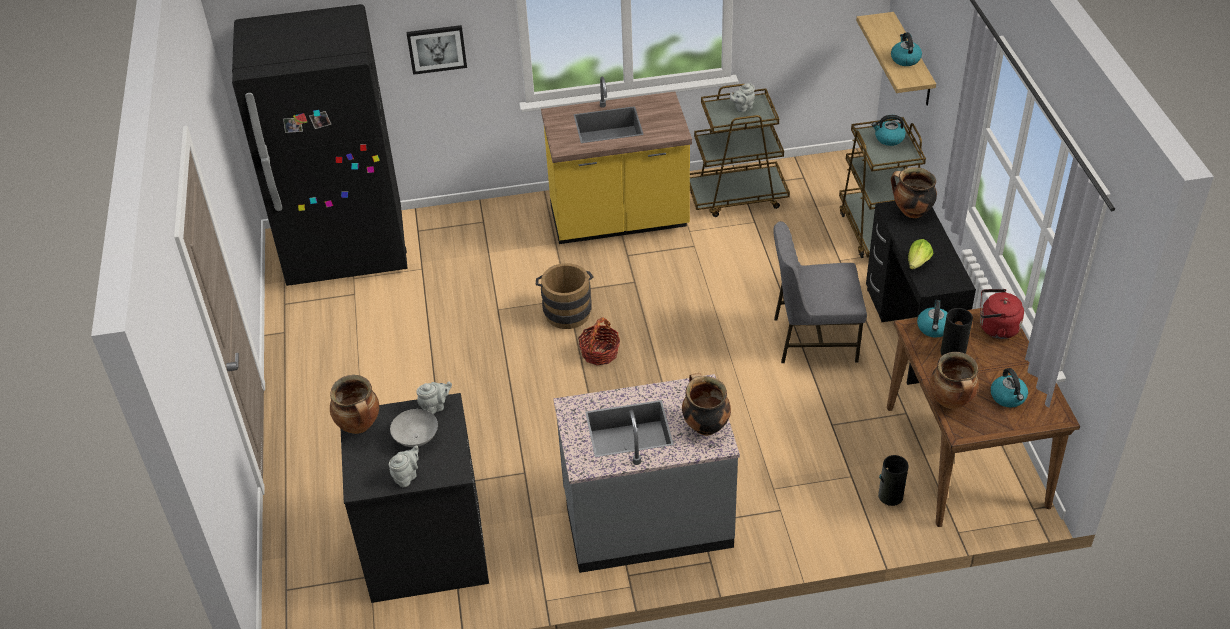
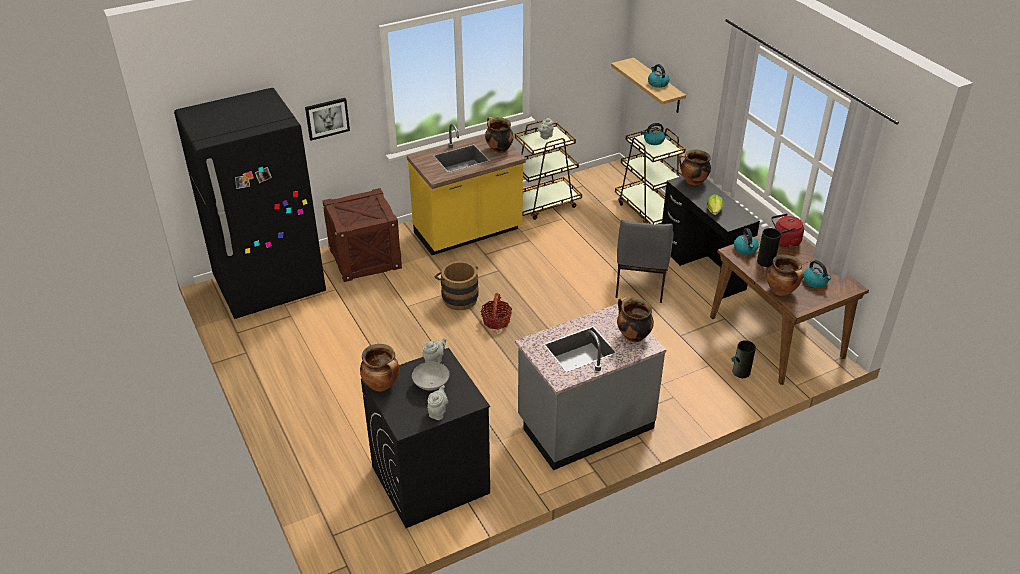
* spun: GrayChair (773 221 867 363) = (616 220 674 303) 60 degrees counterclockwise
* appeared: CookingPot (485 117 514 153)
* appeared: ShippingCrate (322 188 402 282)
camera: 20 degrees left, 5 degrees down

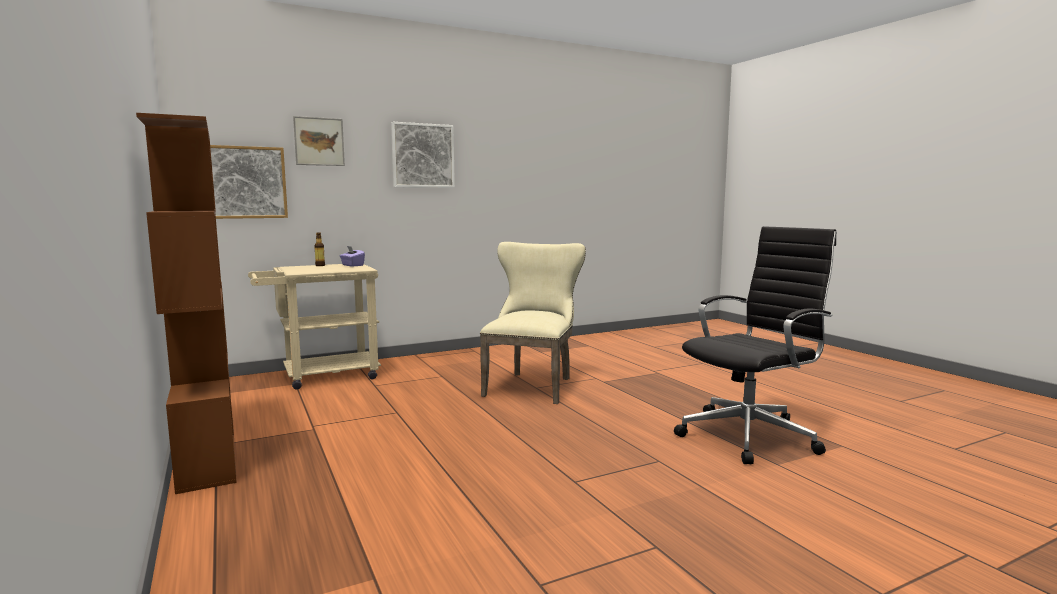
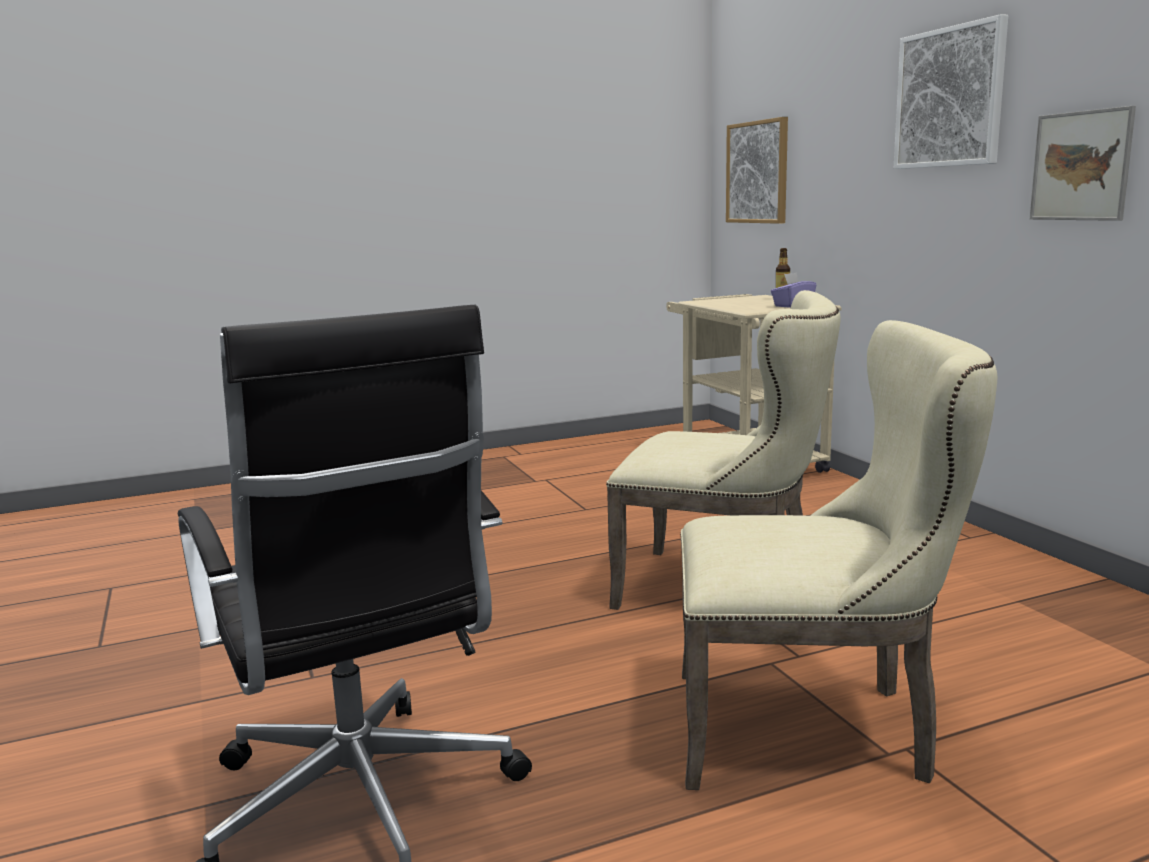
* missing: BrownBookcase (136 113 237 494)
* relocated: WallPicture (293 116 345 166) to (1030 106 1136 221)
* appeared: BeigeColouredChair (680 320 997 790)
camera: 95 degrees right, 5 degrees up

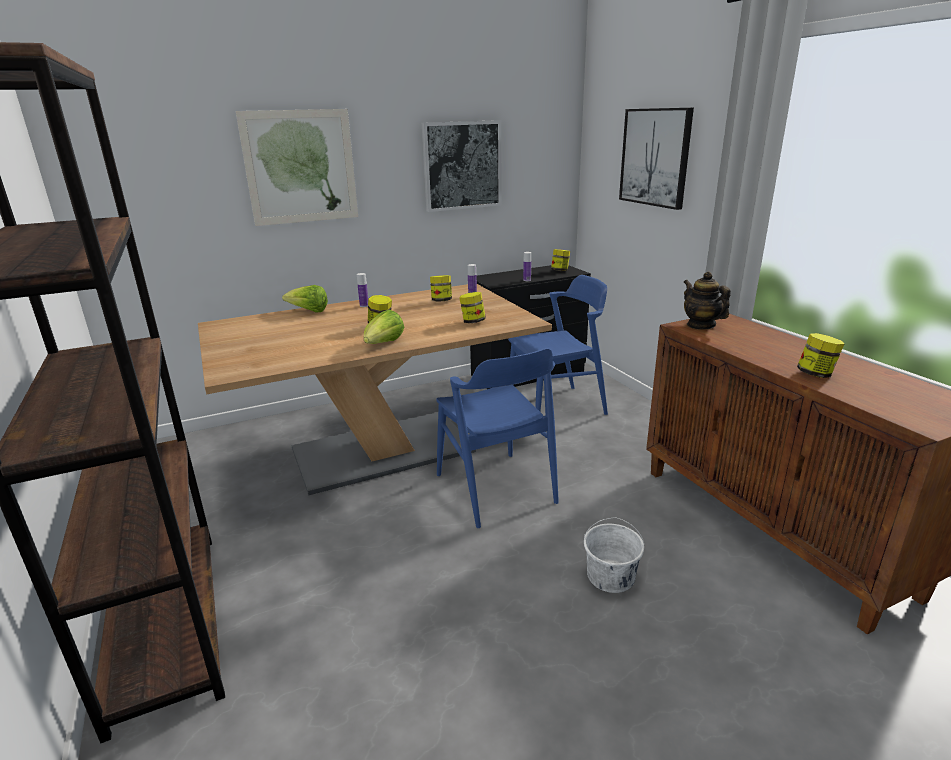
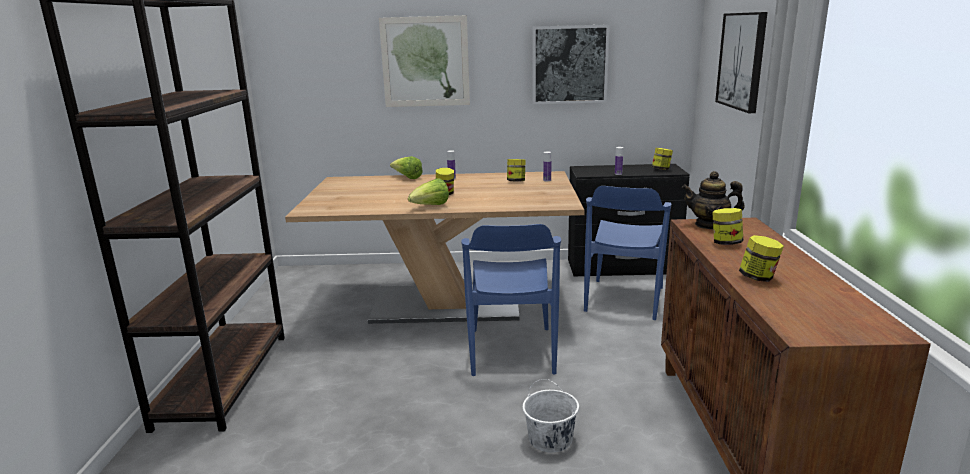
* spun: TeaPot (683 271 731 330) = (682 171 745 229) 75 degrees counterclockwise
* spun: BlueChair (508 275 608 415) = (584 186 671 320) 105 degrees clockwise
* relocated: PreserveJar (459 292 486 323) to (712 208 743 245)
camera: 25 degrees right, 5 degrees down

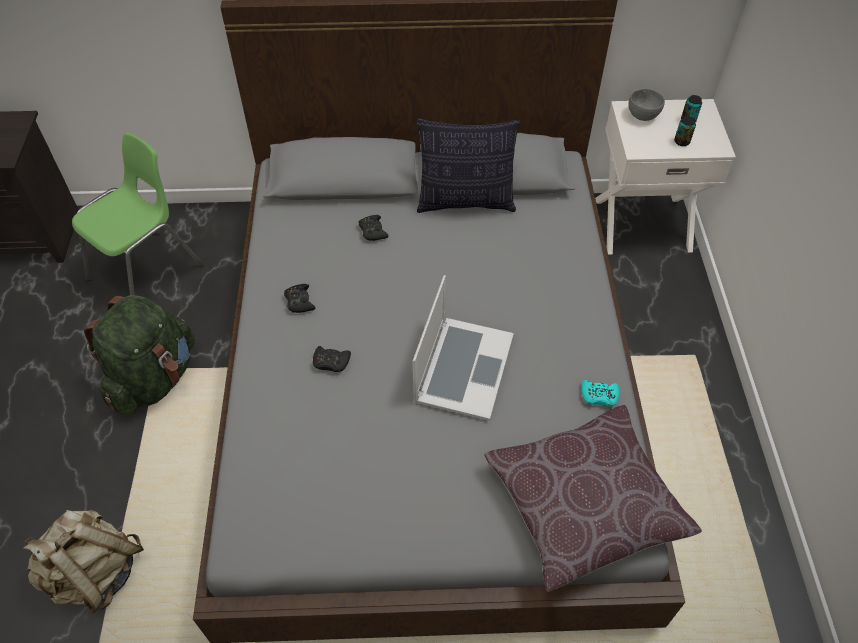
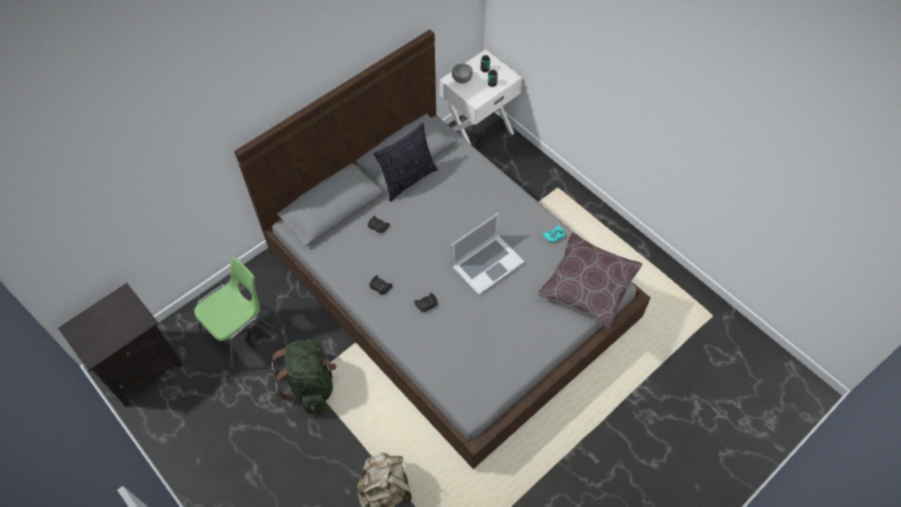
* spun: GreenishChair (72 132 204 295) = (194 257 281 373) 45 degrees clockwise
* spun: NotebookComputer (413 275 514 421) = (452 212 525 295) 75 degrees clockwise
camera: 40 degrees left, 5 degrees up

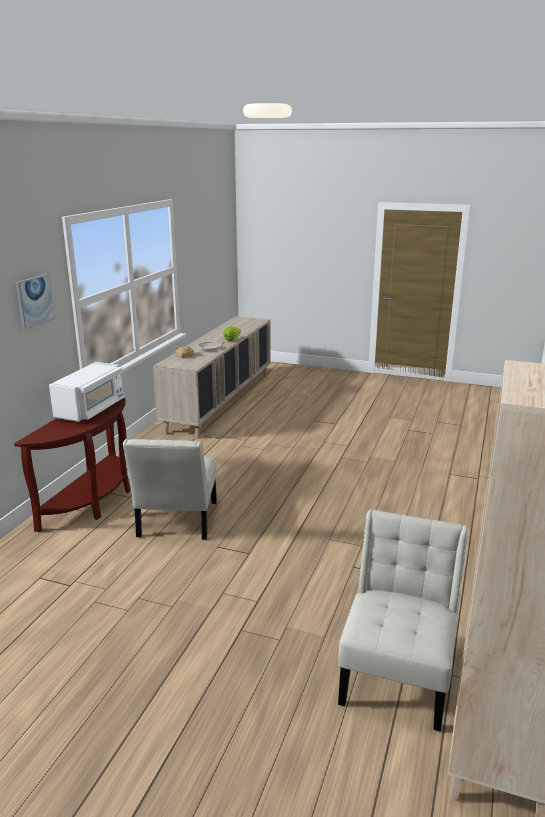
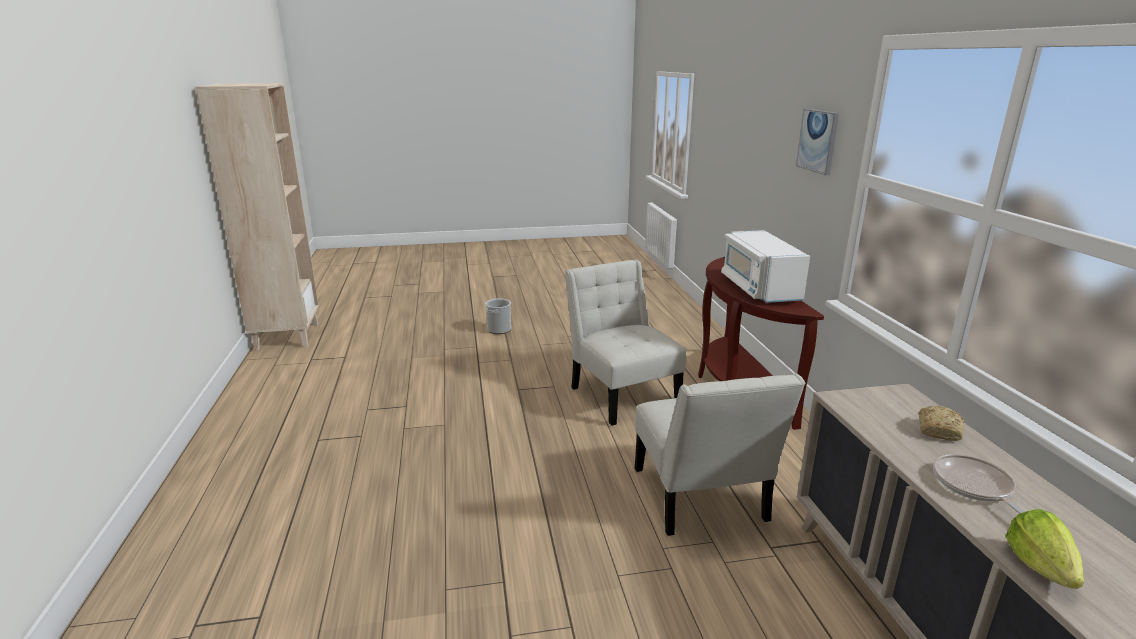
* relocated: WhitishChair (338 509 468 732) to (635 374 806 536)
* appeared: Bucket (485 299 511 334)
camera: 150 degrees right, 0 degrees up

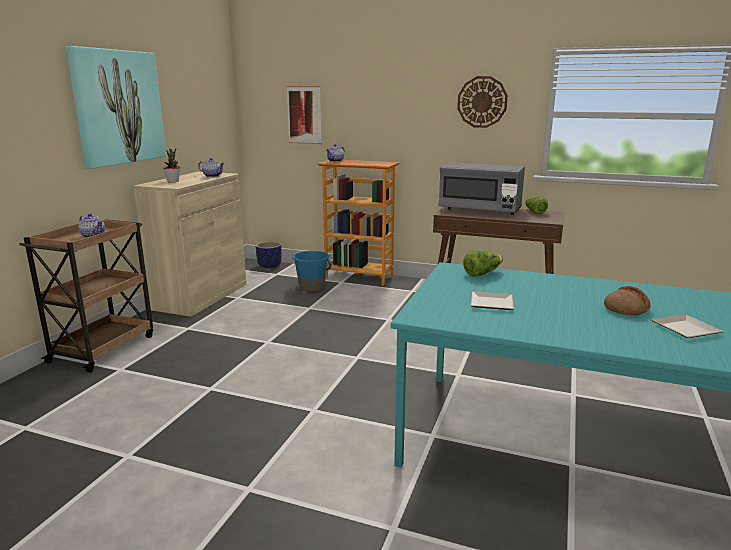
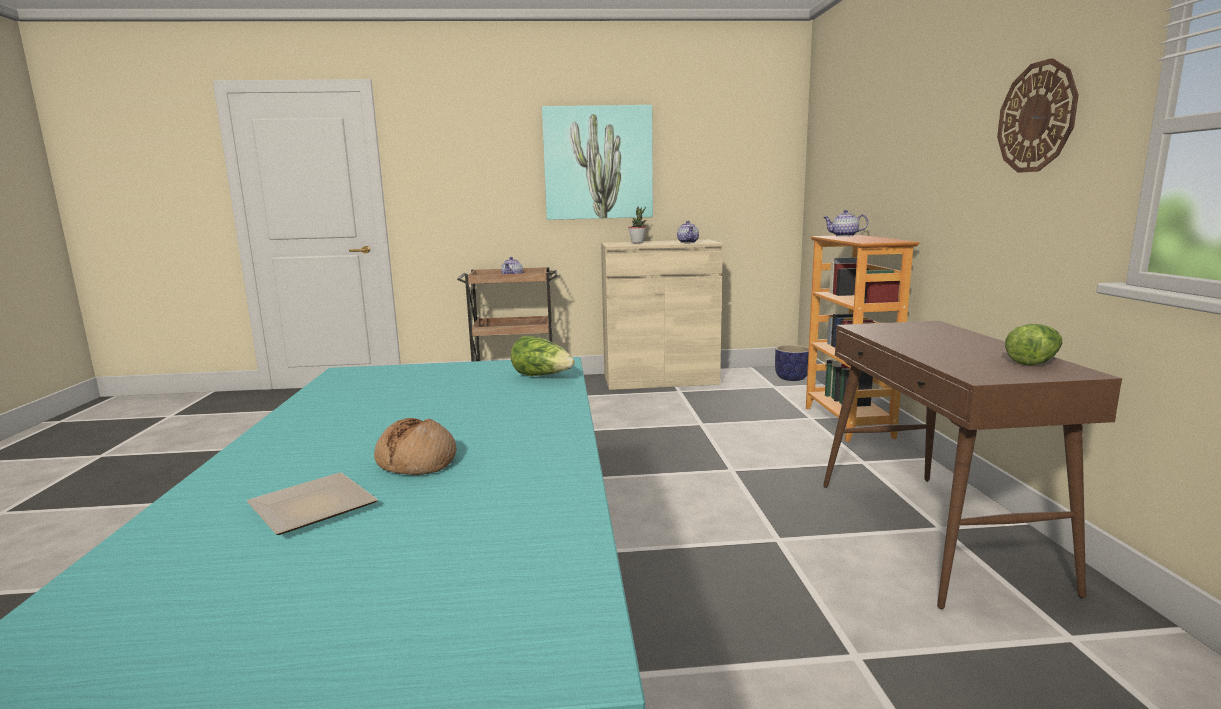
* missing: WallPicture (287 86 322 144)
* missing: GrayMicrowaveOven (438 162 525 215)
* missing: BlueBucket (292 251 332 292)
* missing: DinnerPlate (471 291 514 310)
camera: 65 degrees right, 5 degrees down

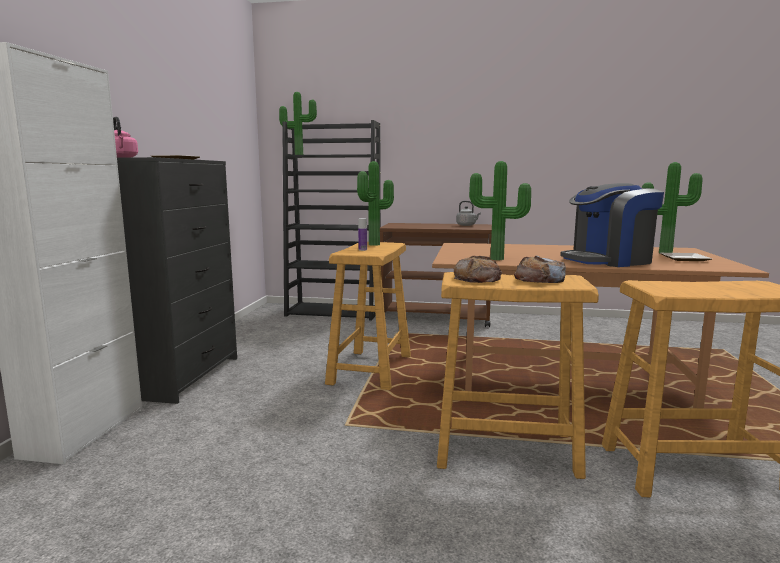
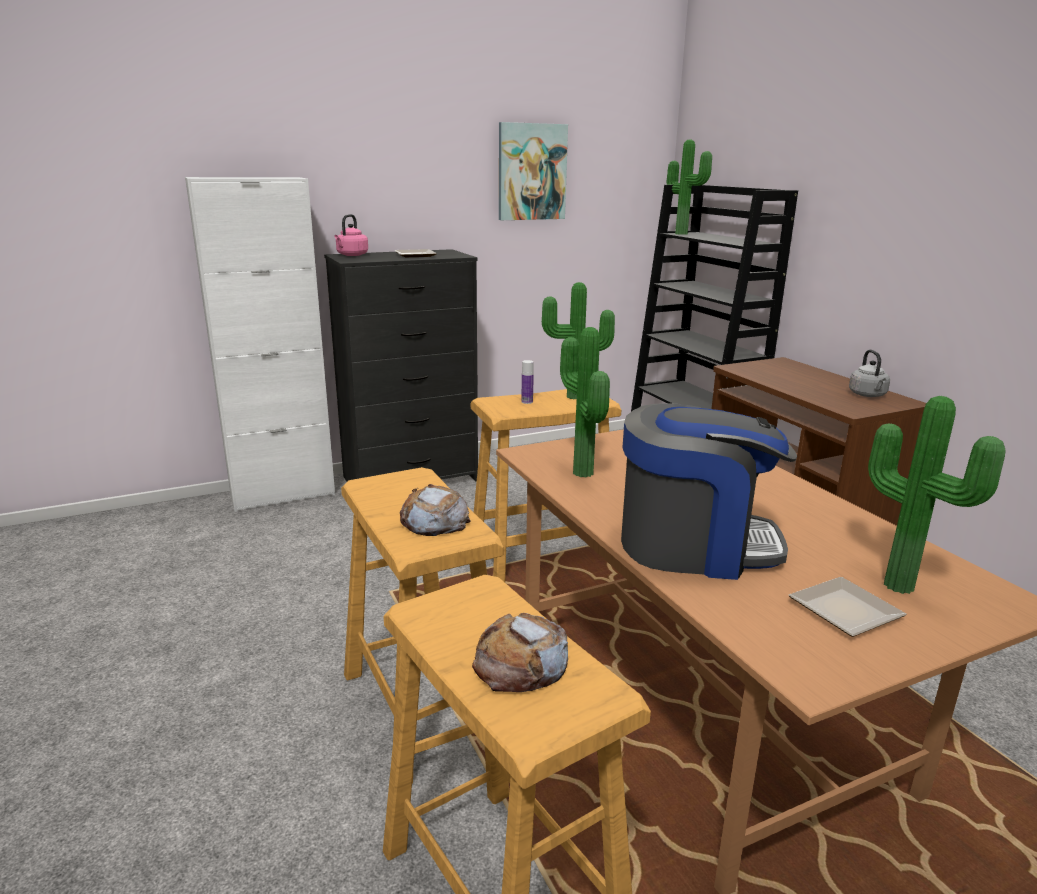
* spun: CoffeeMachine (560 183 664 267) = (621 403 797 580) 150 degrees clockwise
* relocated: Bread (454 256 502 283) to (472 613 568 692)
* appeared: WallPicture (499 122 568 220)
camera: 55 degrees right, 10 degrees up

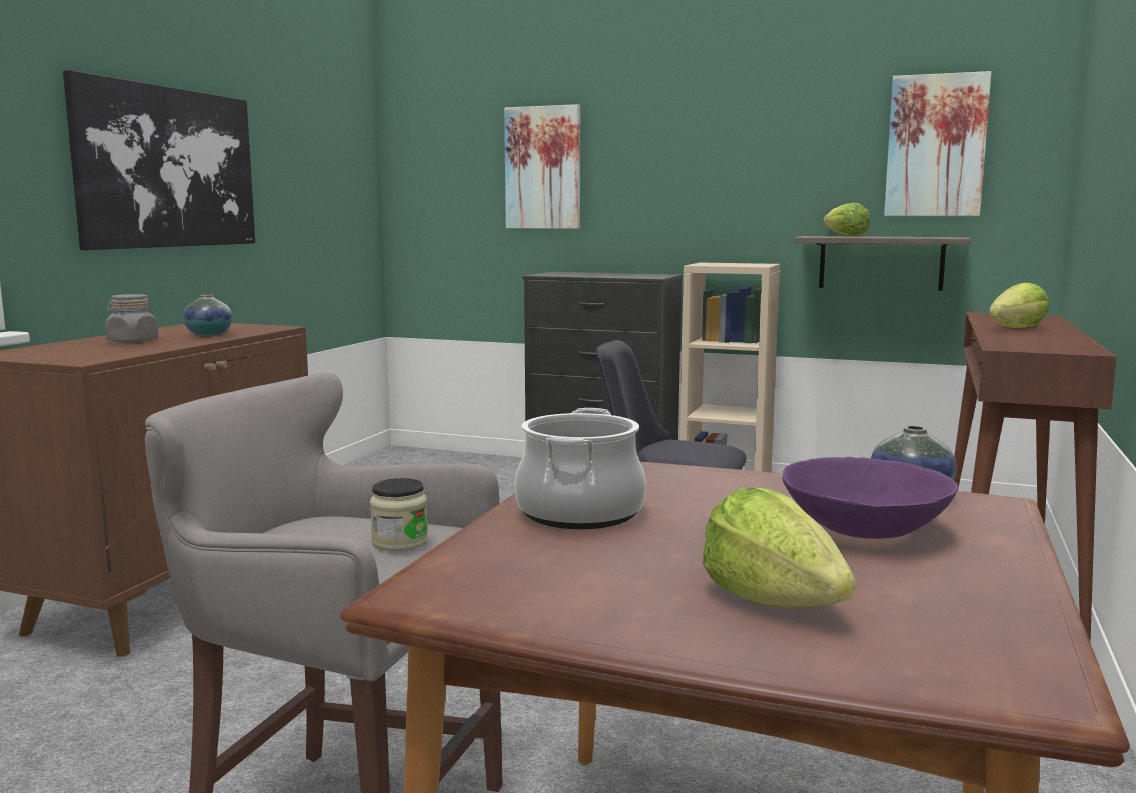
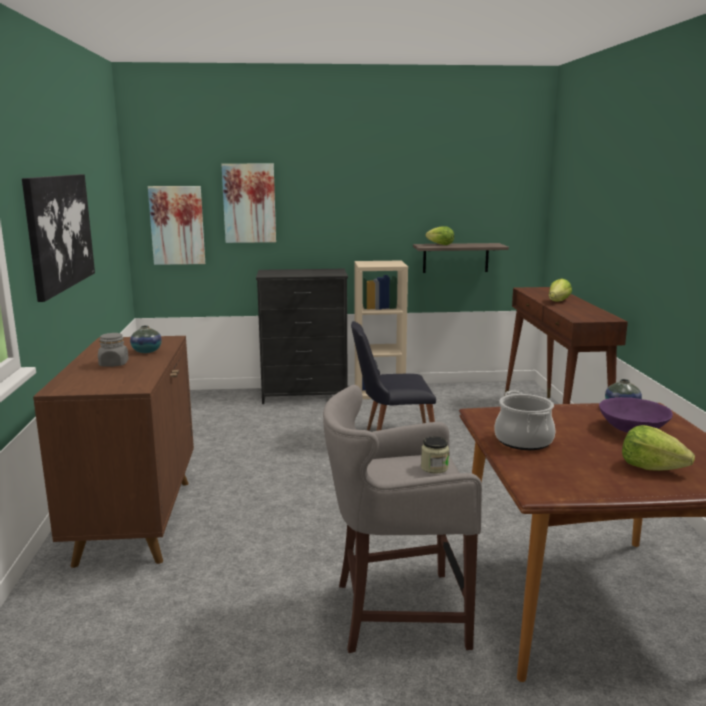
* relocated: WallPicture (884 71 991 216) to (148 186 205 265)
camera: 25 degrees left, 5 degrees up

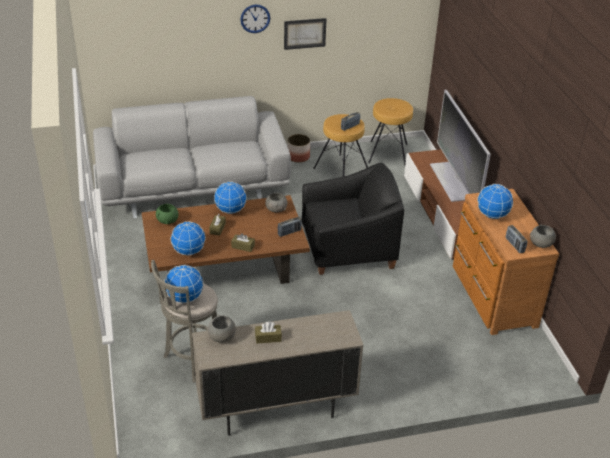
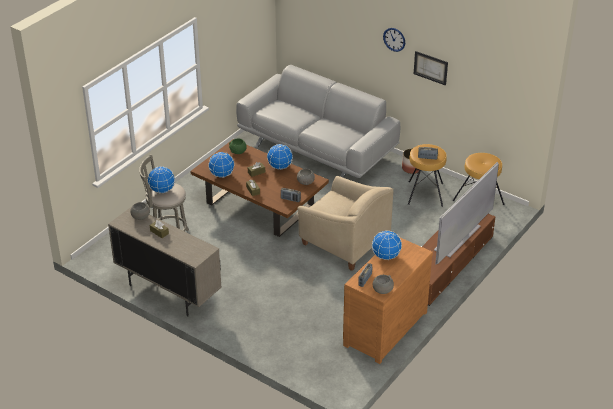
* colour: BlackColouredArmchair (302 163 404 275) to BeigeColouredArmchair (297 176 393 271)
camera: 50 degrees right, 0 degrees up

